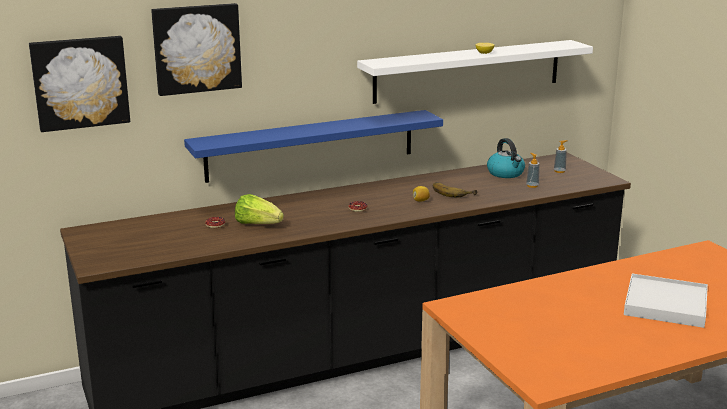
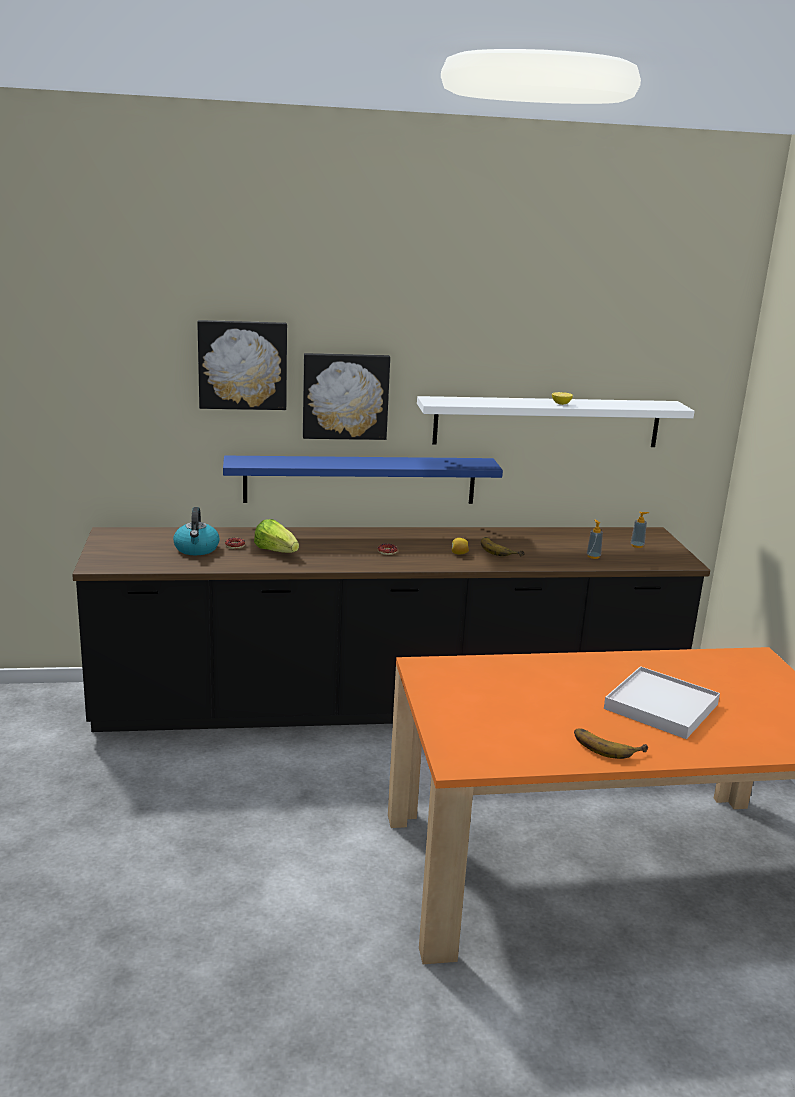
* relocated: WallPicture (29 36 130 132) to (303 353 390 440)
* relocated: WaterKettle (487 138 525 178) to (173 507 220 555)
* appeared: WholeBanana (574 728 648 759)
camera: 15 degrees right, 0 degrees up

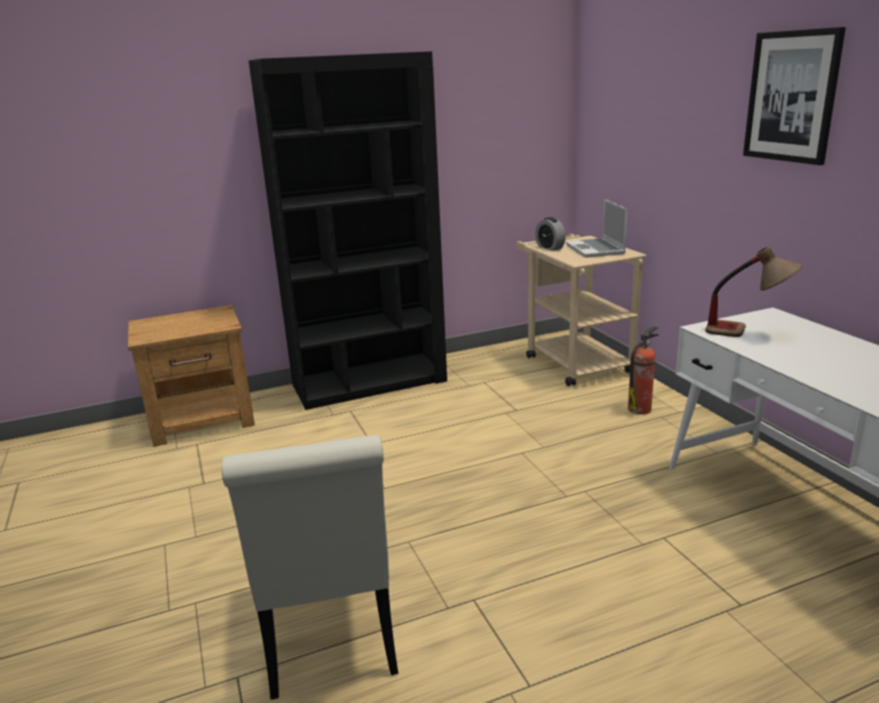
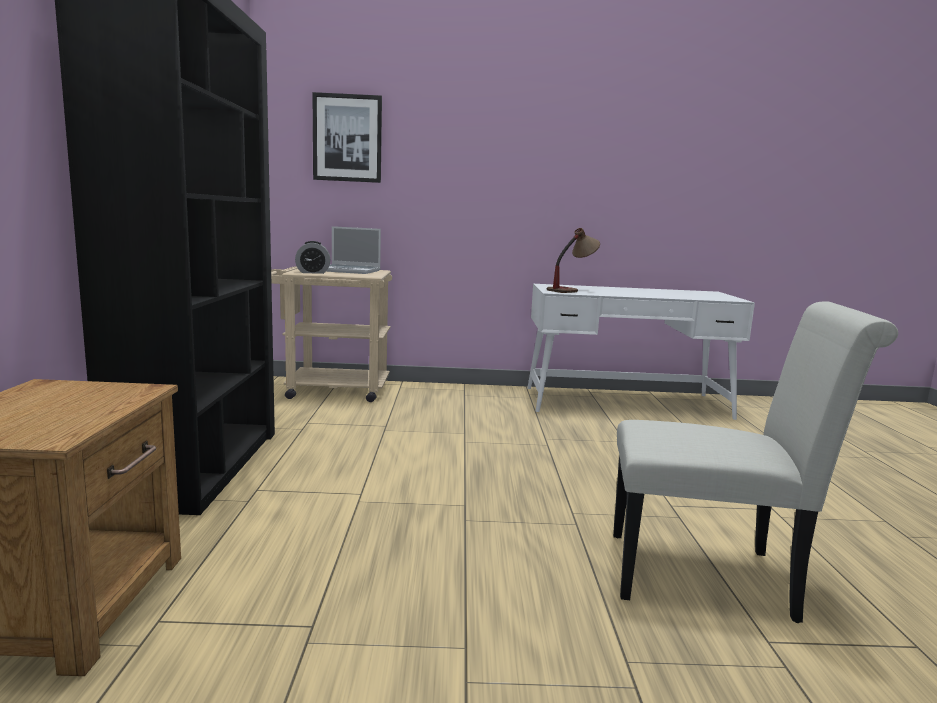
* relocated: WallPicture (743 27 846 165) to (313 92 382 183)
* missing: FireExtinguisher (628 326 659 414)
camera: 70 degrees left, 10 degrees down

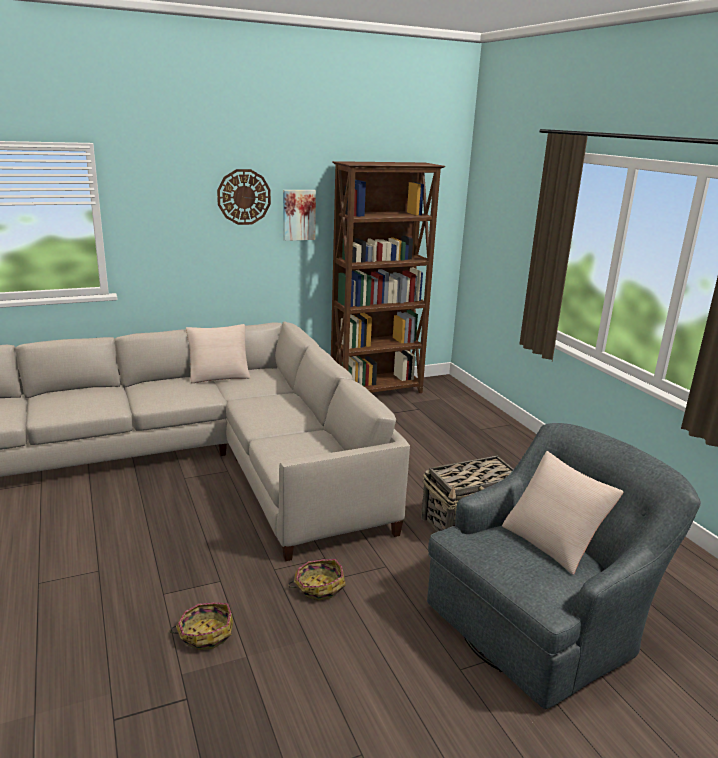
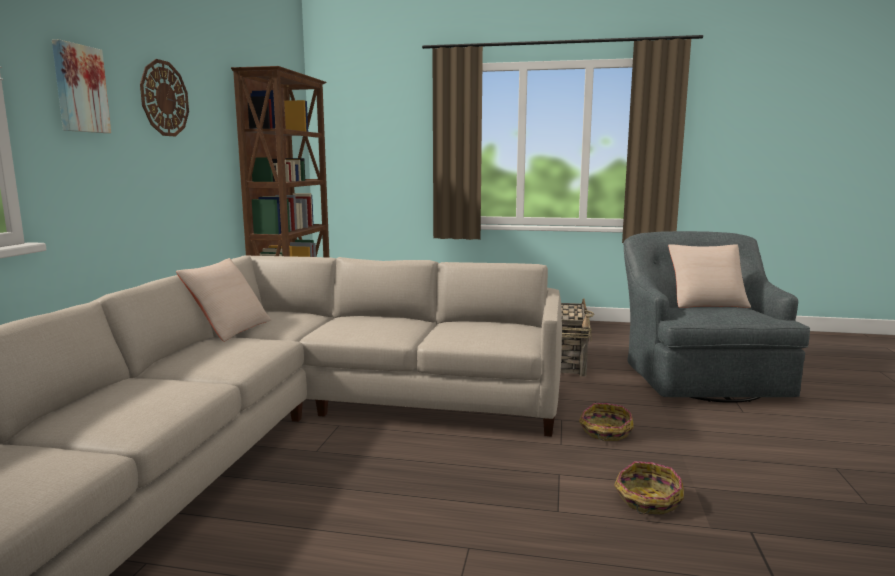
* relocated: WallPicture (283 190 316 241) to (52 39 111 133)
camera: 55 degrees left, 10 degrees down

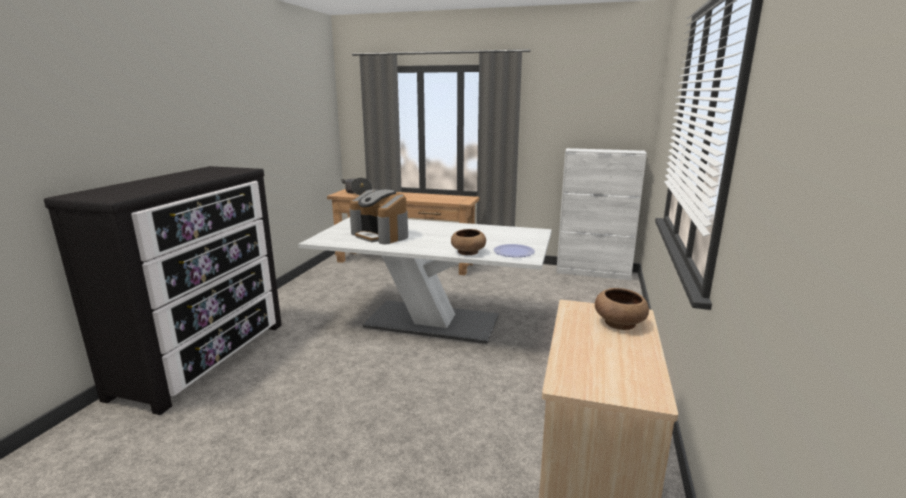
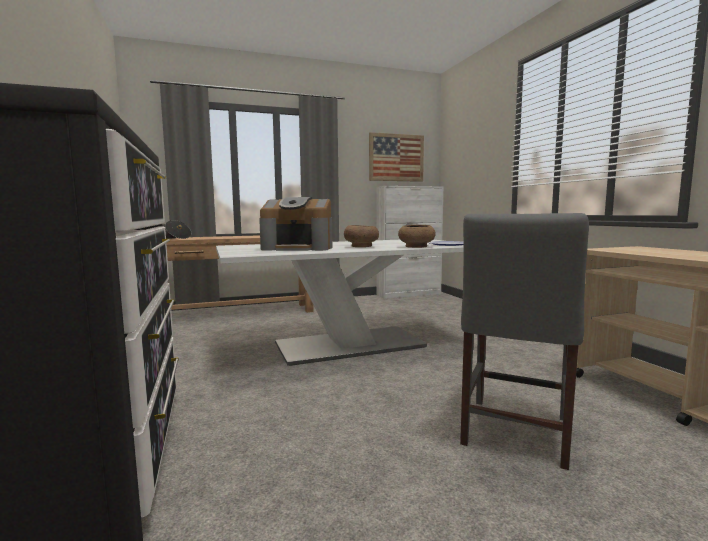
* relocated: BrownDeepDish (595 288 649 330) to (344 225 379 247)
* appeared: WallPicture (369 132 424 182)
* appeared: GrayChair (460 213 589 470)
camera: 35 degrees left, 10 degrees down

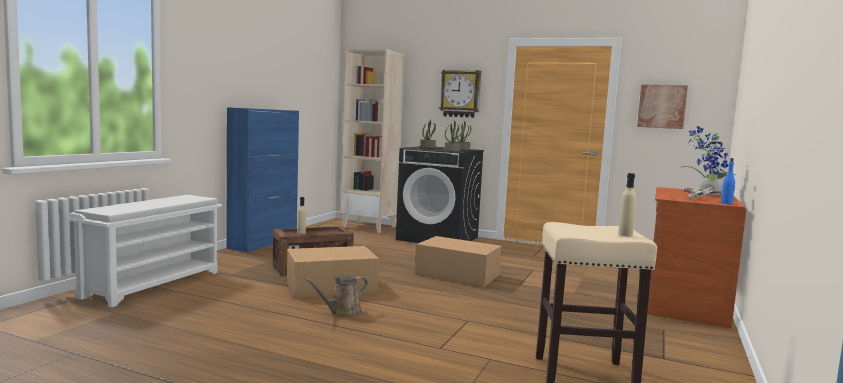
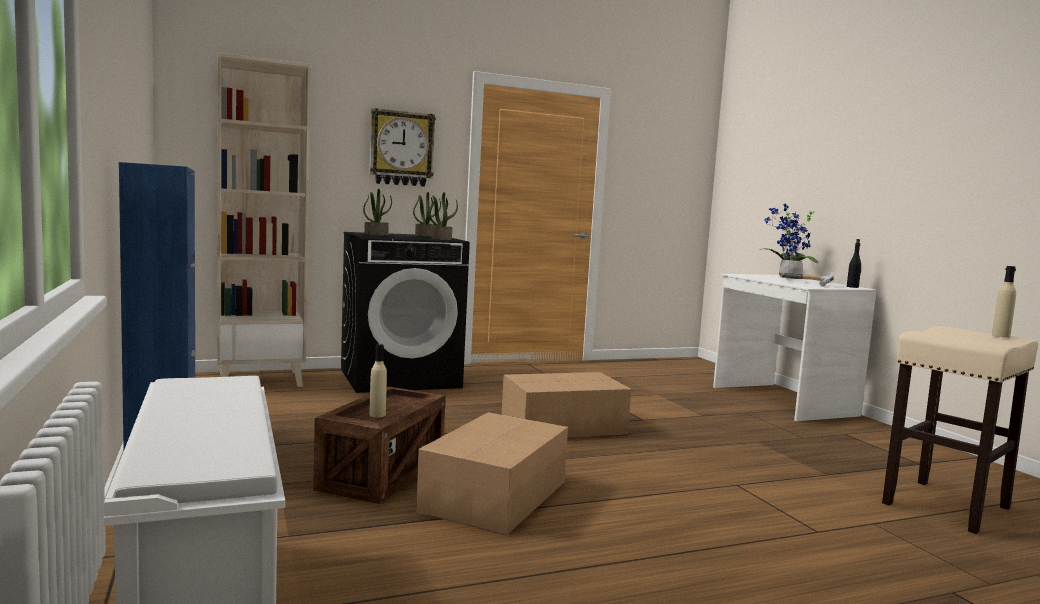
* missing: WallPicture (637 84 688 129)
* colour: BlueBeverageBottle (721 158 735 204) to BlackColouredBeverageBottle (847 239 861 288)
* colour: BrownDeskUnit (647 187 747 328) to WhitishDeskUnit (713 274 876 421)
* missing: BrownWateringPot (305 276 368 317)
camera: 45 degrees left, 0 degrees up

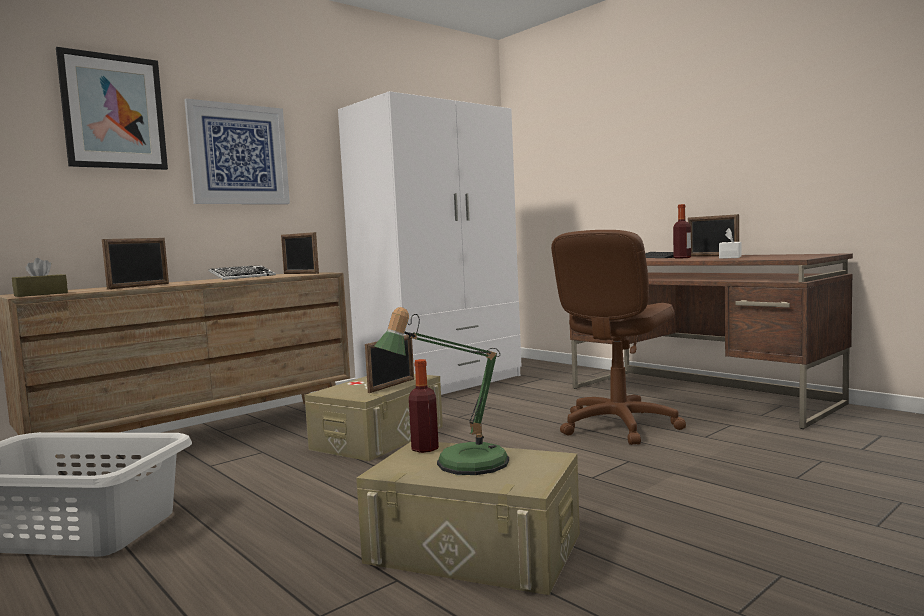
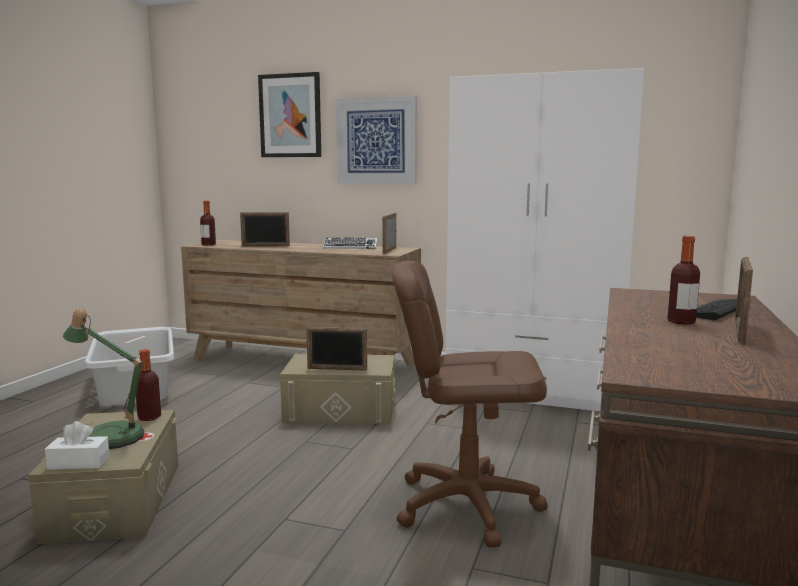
* relocated: WhitishBoxOfTissues (719 228 741 259) to (45 421 110 470)
* exchanged: BrownBoxOfTissues (12 258 68 297) to BeverageBottle (200 201 216 246)
camera: 60 degrees right, 5 degrees up

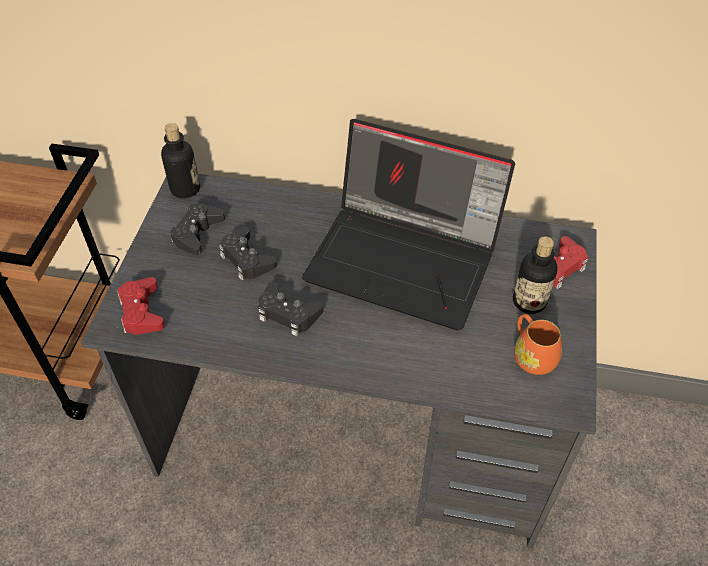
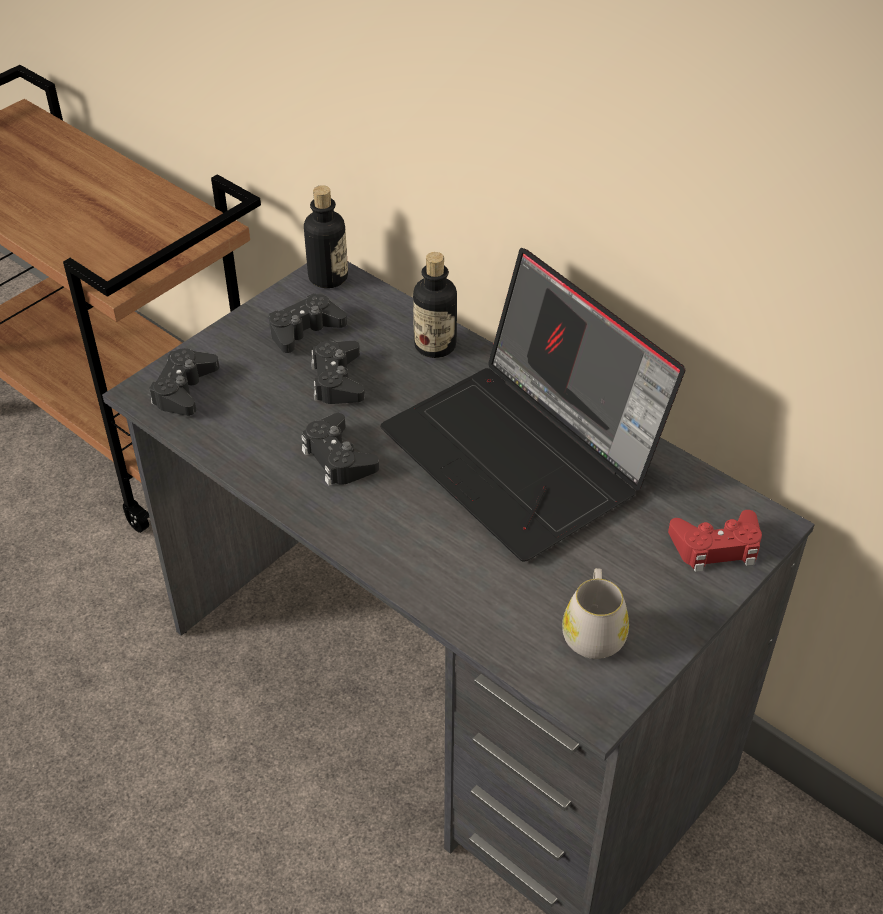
* relocated: BeverageBottle (513 236 558 314) to (413 252 457 358)
* colour: ReddishGameController (117 277 165 335) to BlackColouredGameController (149 348 219 416)
* colour: OrangeyCoffeeMug (514 314 562 375) to WhitishCoffeeMug (562 568 629 659)
camera: 30 degrees right, 5 degrees down

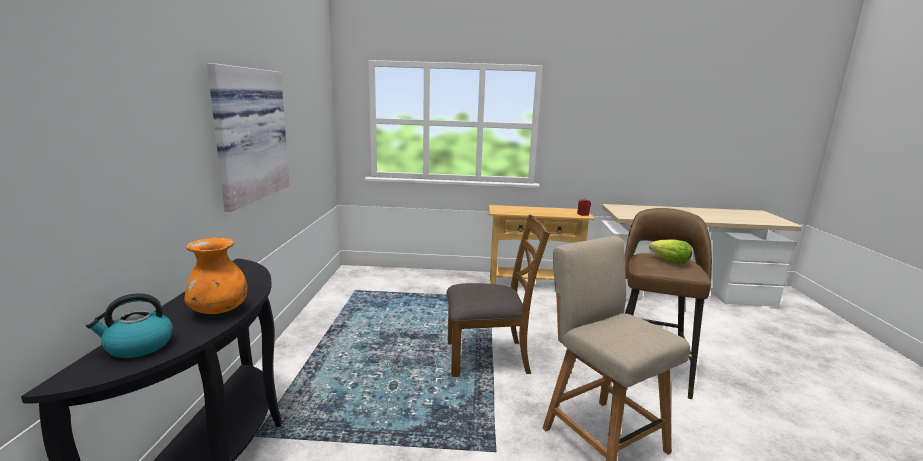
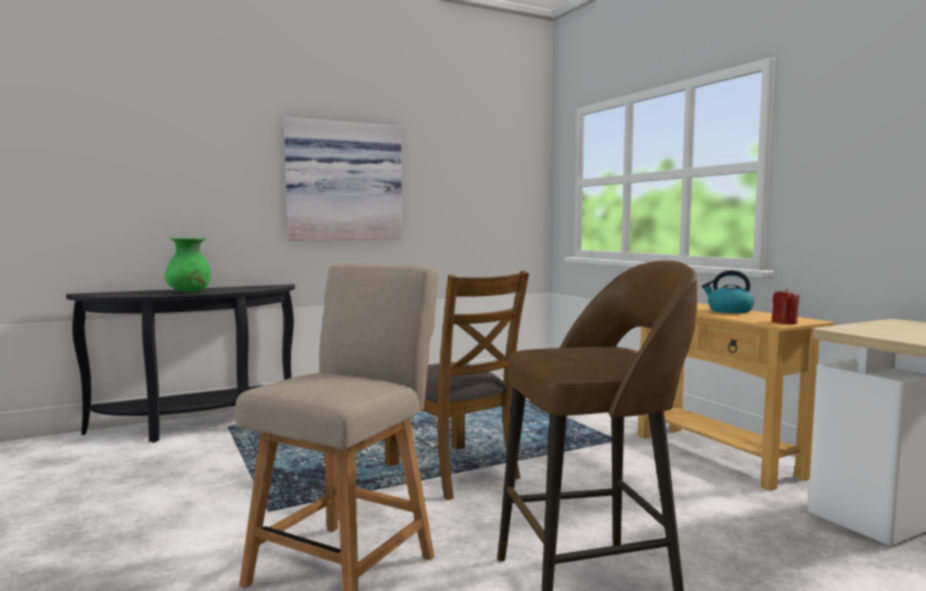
* colour: OrangeyVase (185 237 248 314) to GreenishVase (165 238 211 293)
* missing: Lettuce (649 239 692 265)
* relocated: WaterKettle (86 293 173 358) to (702 270 754 313)
camera: 60 degrees right, 10 degrees down

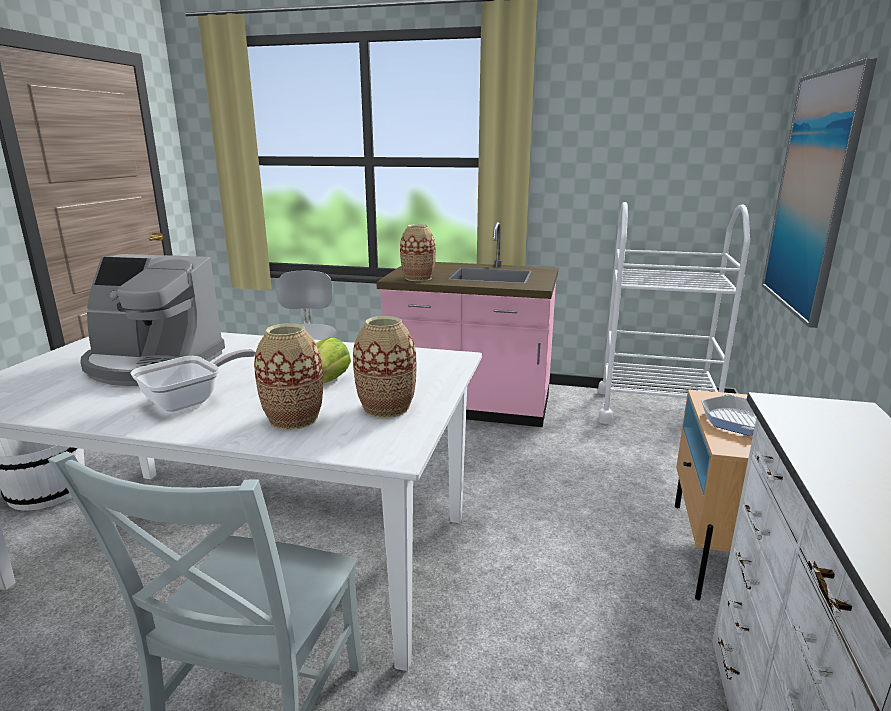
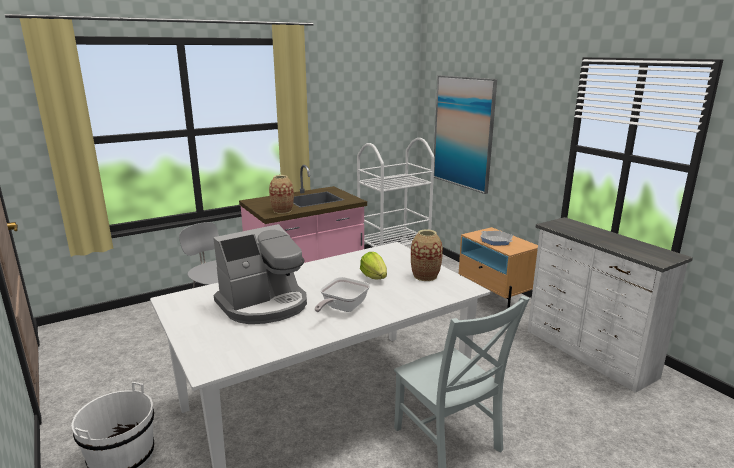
* missing: Vase (254 323 323 430)
* spun: Pan (130 349 256 412) = (315 277 370 312) 150 degrees counterclockwise
camera: 45 degrees left, 0 degrees up

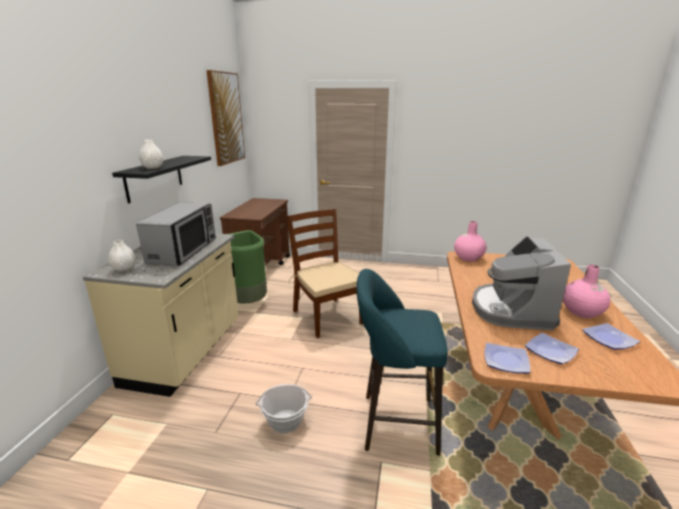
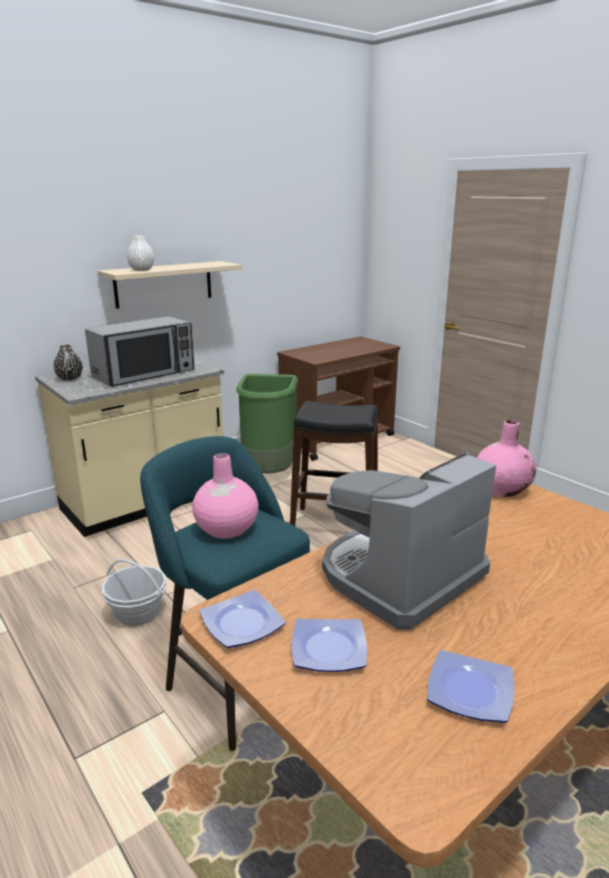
* missing: WallPicture (206 70 245 166)
* colour: BlackColouredShelf (112 156 211 203) to BeigeColouredShelf (97 261 242 309)
* exchanged: BrownChair (287 208 363 338) to BlackColouredStool (290 401 378 526)
* colour: WhitishVase (108 240 136 272) to BlackColouredVase (53 344 83 381)
* relocated: PinkVase (563 265 610 318) to (192 453 259 539)
camera: 40 degrees right, 0 degrees up

